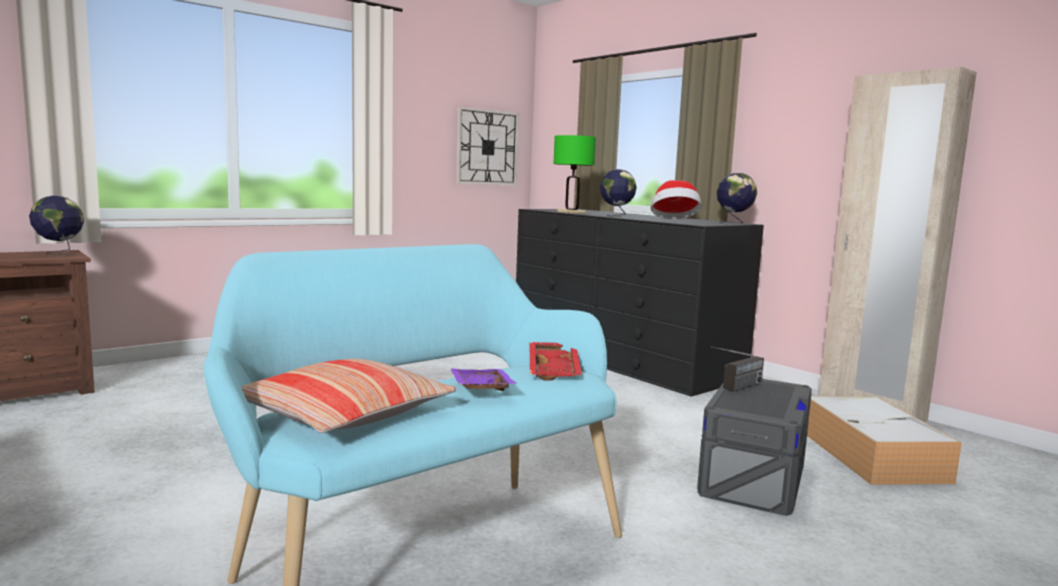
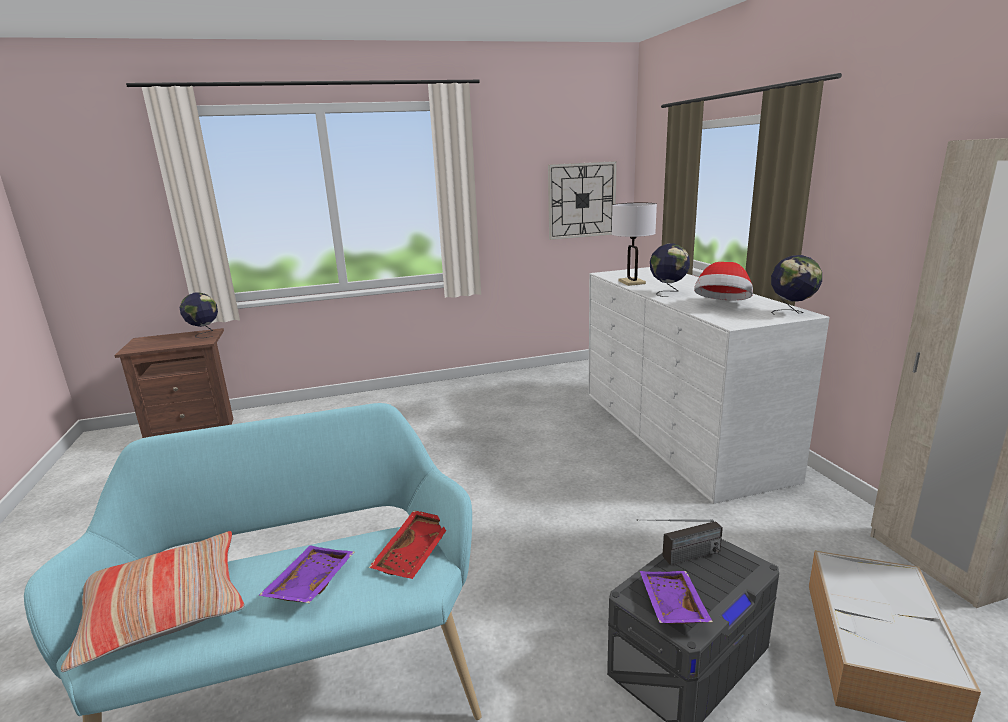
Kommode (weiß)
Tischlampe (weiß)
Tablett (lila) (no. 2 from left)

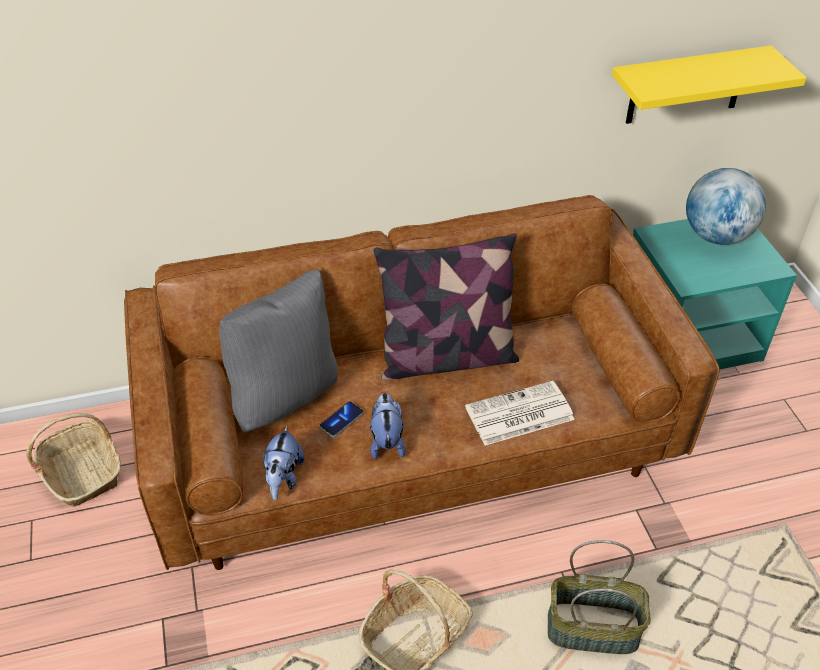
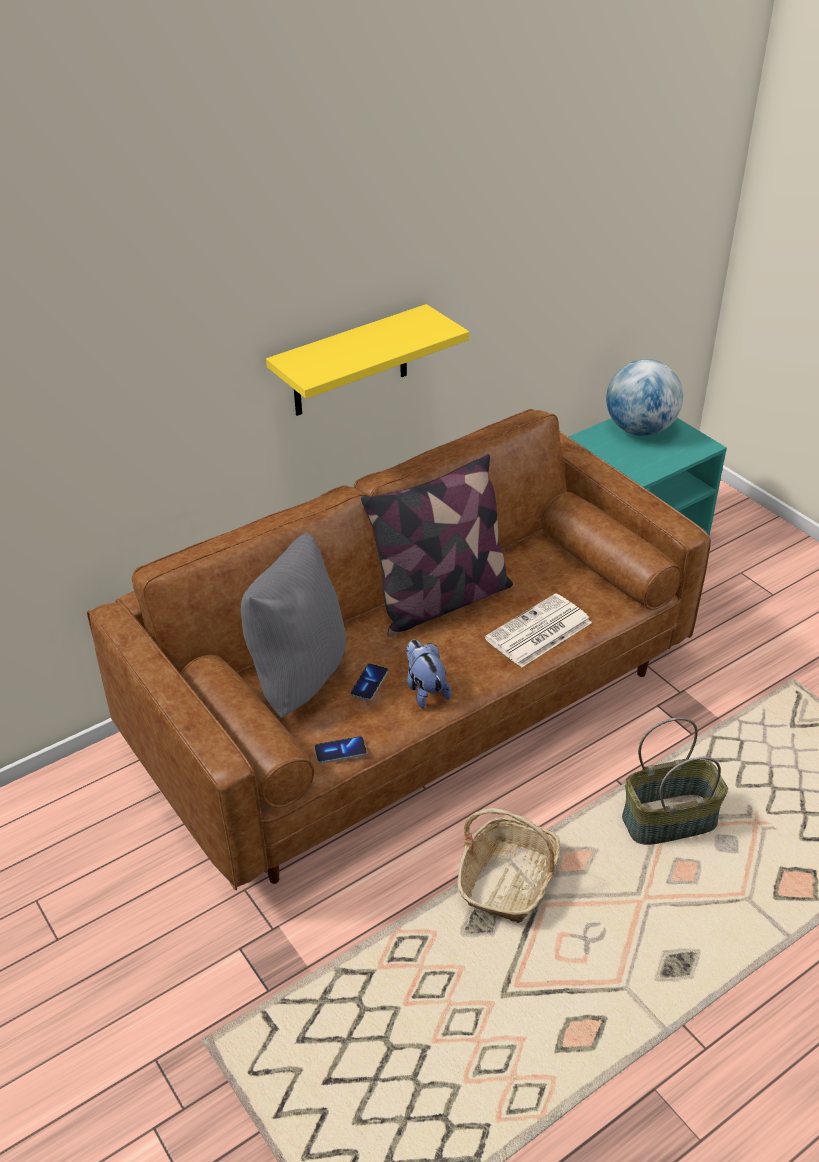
Wandregal (gelb)
Handy (no. 1 from left)
Korb (no. 1 from left in the first image)

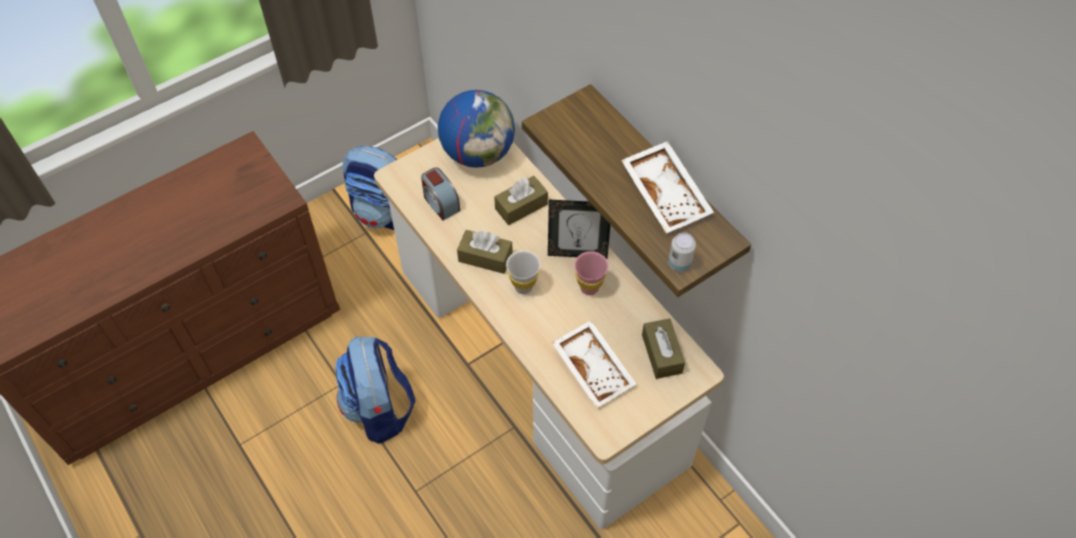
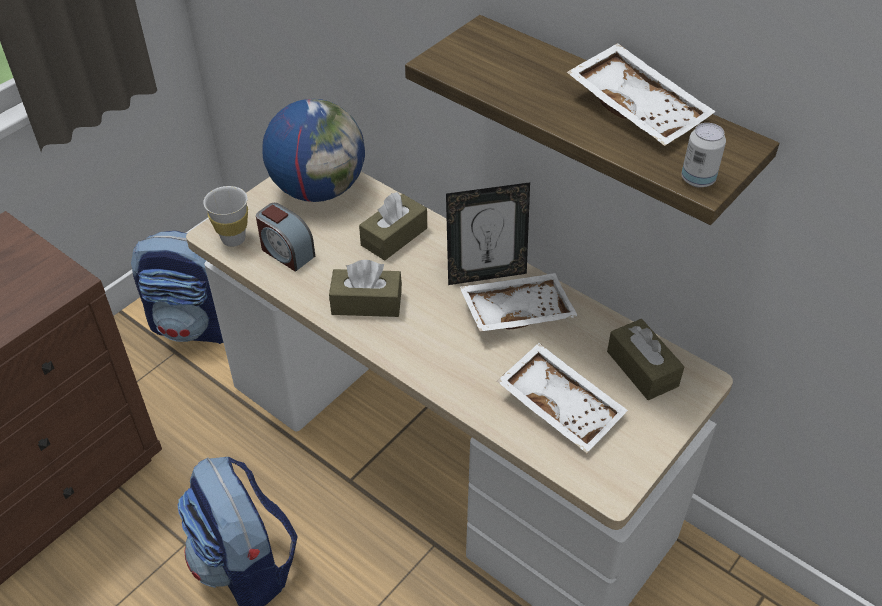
Tasse (weiß)
Tablett (weiß) (no. 1 from left)

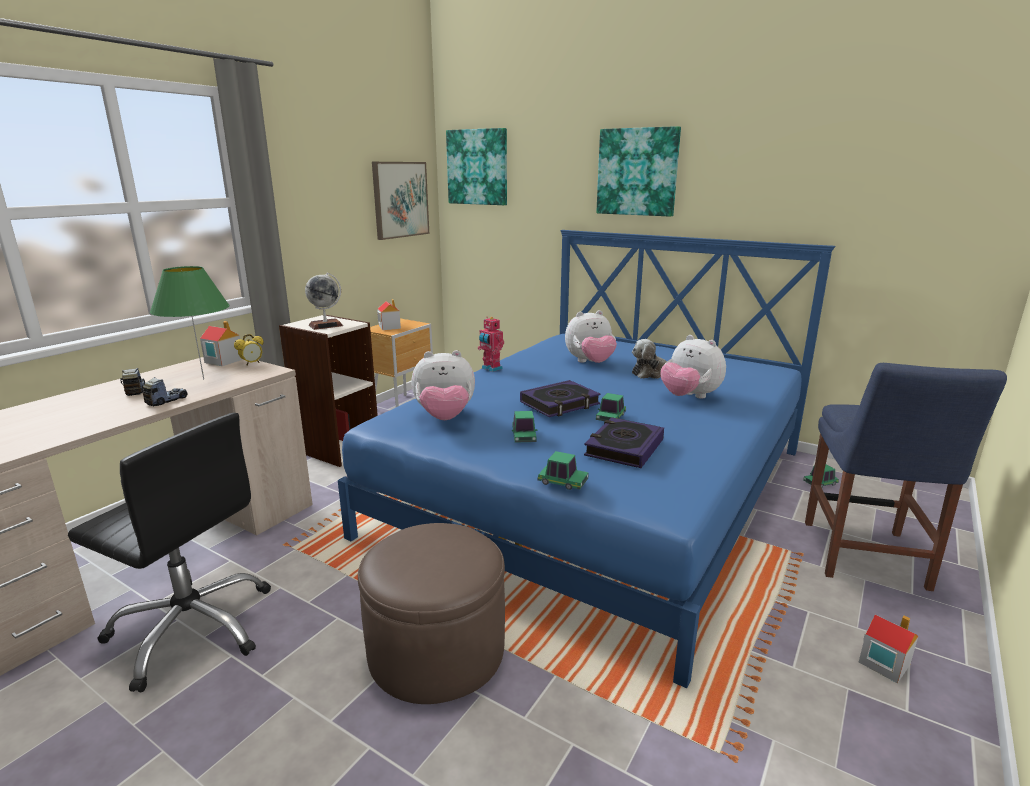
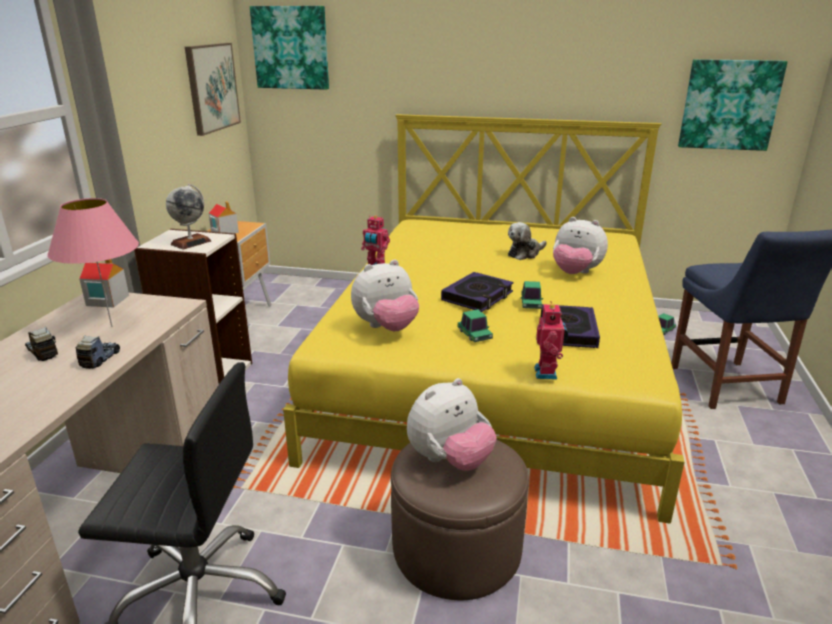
Tischlampe (rosa)
Bett (gelb)
Plüschtier (no. 2 from left)
Spielzeugroboter (no. 2 from left)
Bild (no. 3 from left)
Wecker
Spielzeughaus (no. 3 from left in the first image)

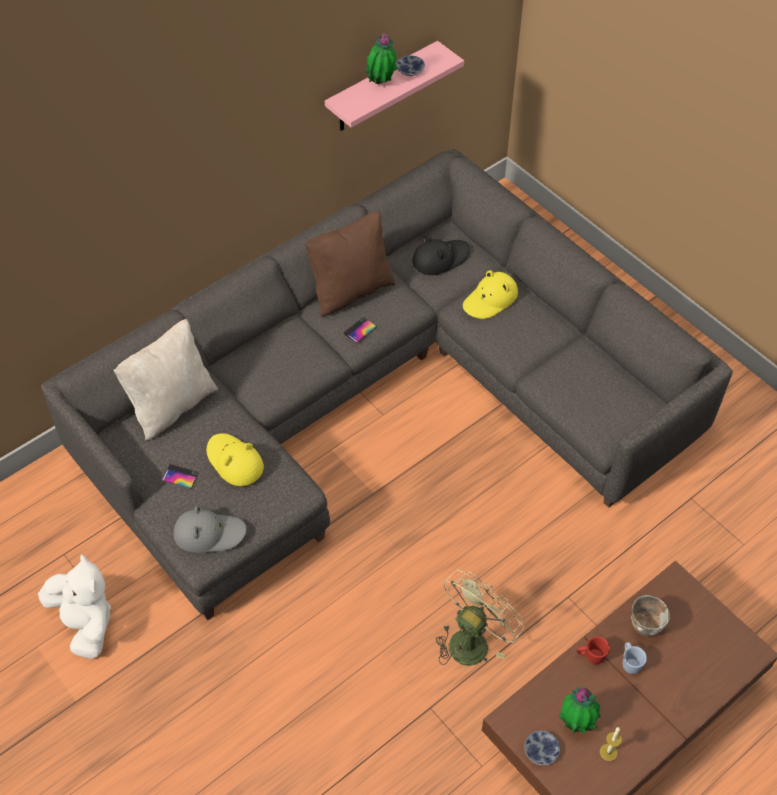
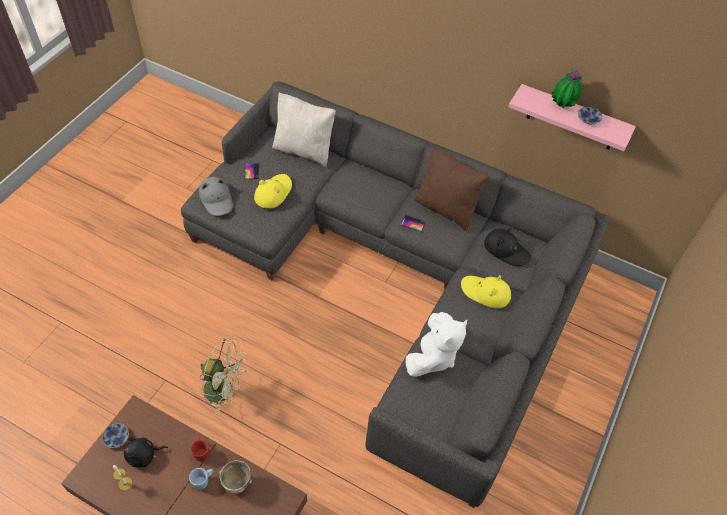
Plüschtier (schwarz)
Plüschtier (weiß)

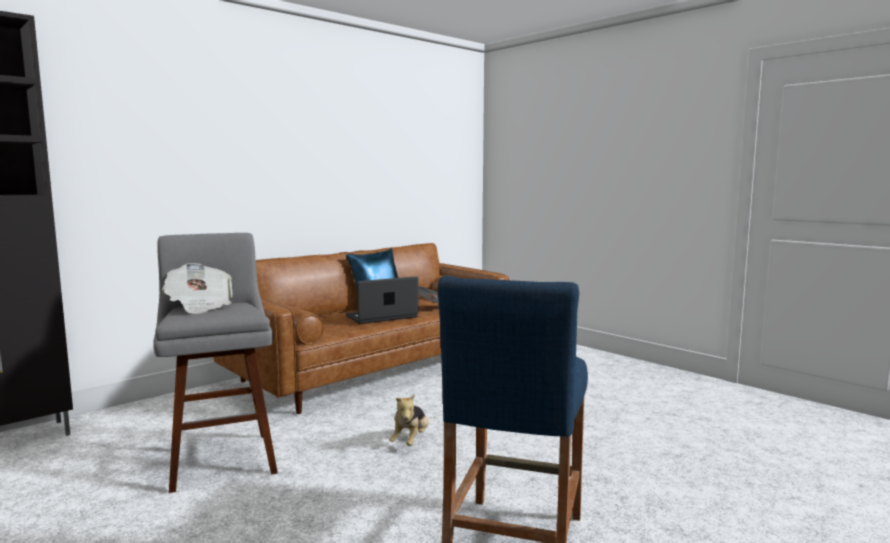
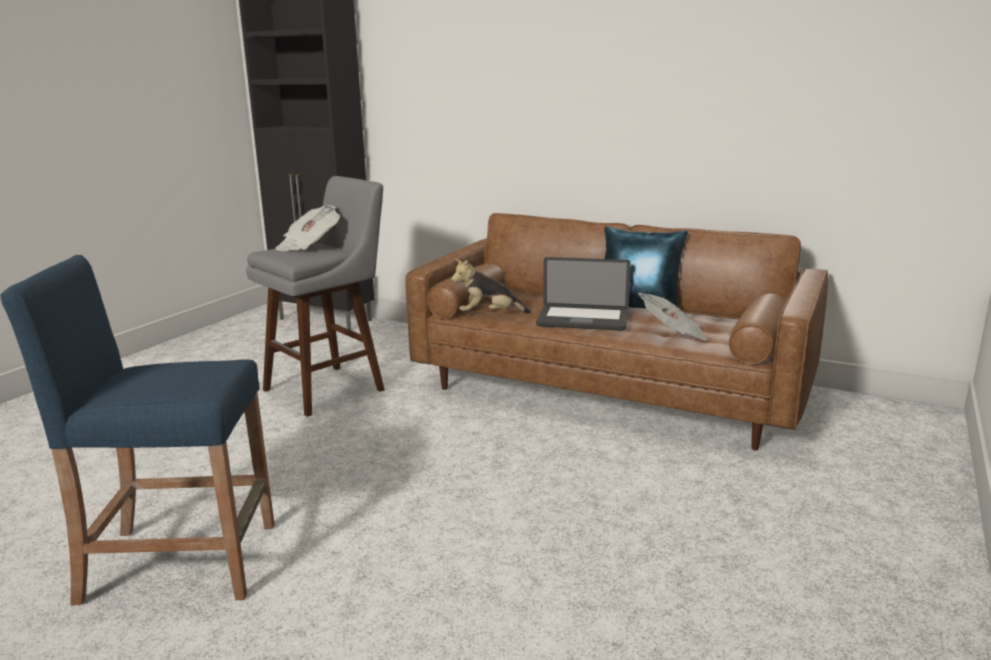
Plüschtier
Laptop

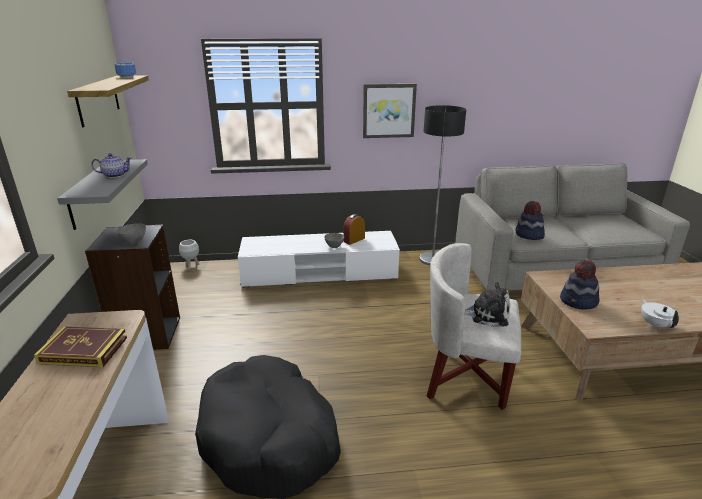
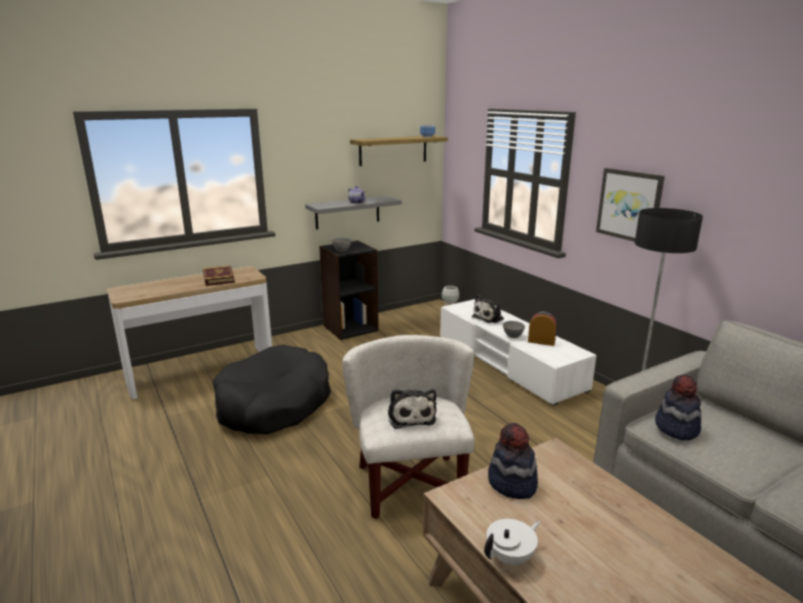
Plüschtier (no. 2 from left)

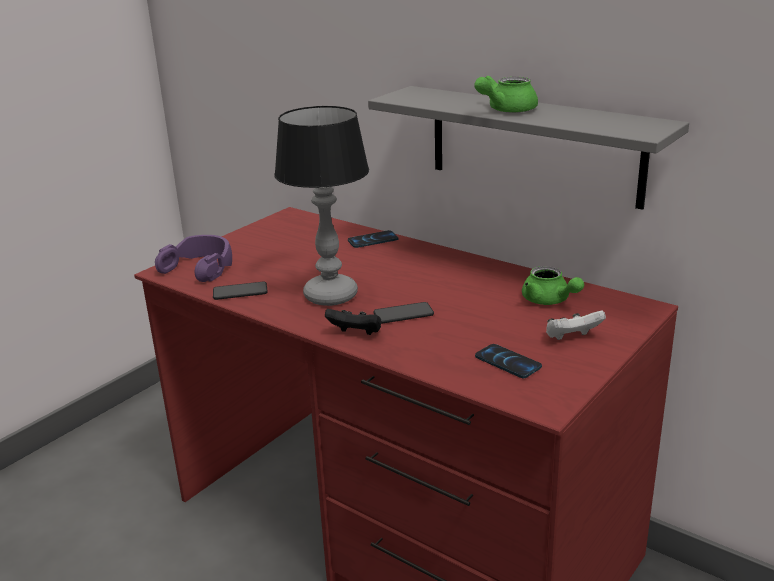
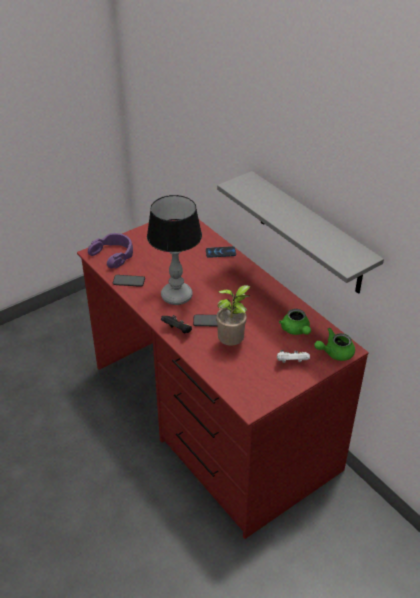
Topfpflanze
Teekanne (grün) (no. 2 from left)
Handy (no. 4 from left in the first image)

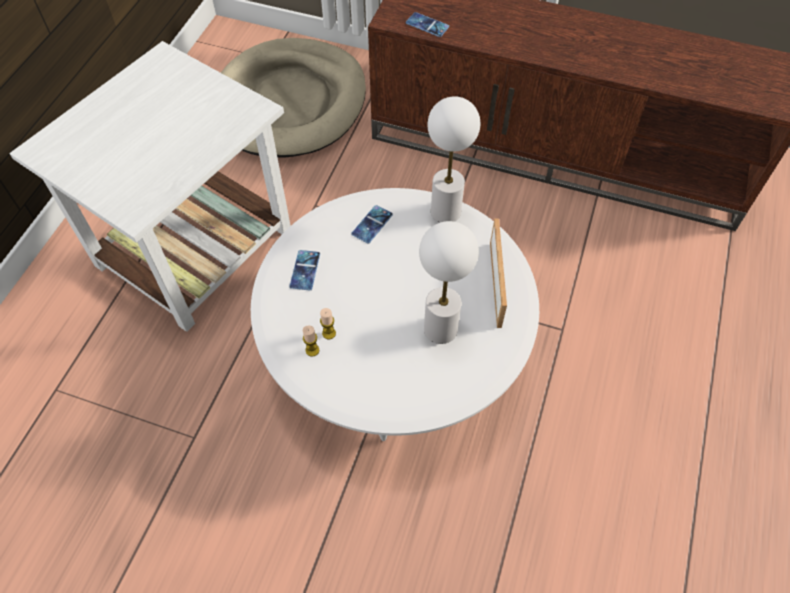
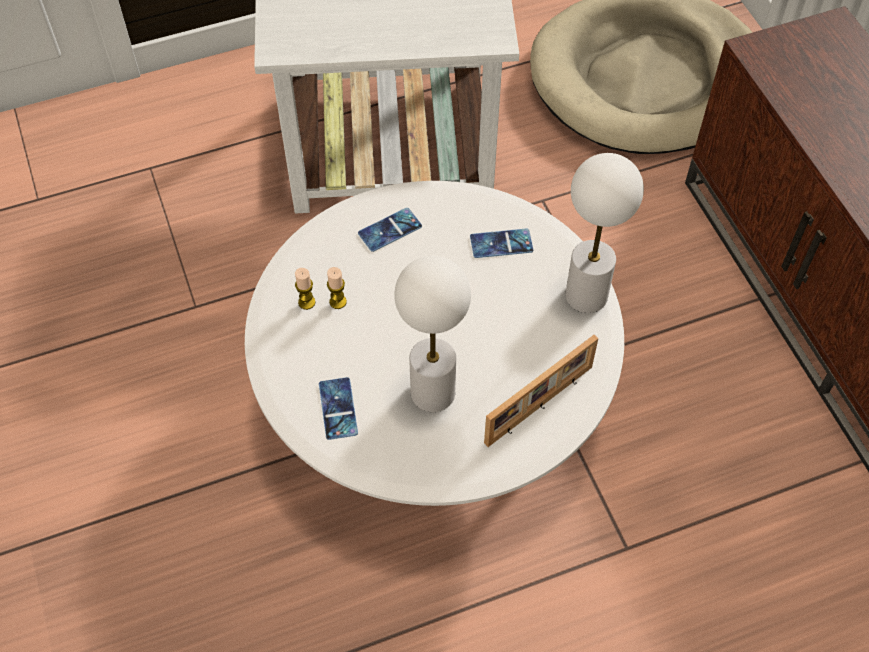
Handy (no. 1 from left)

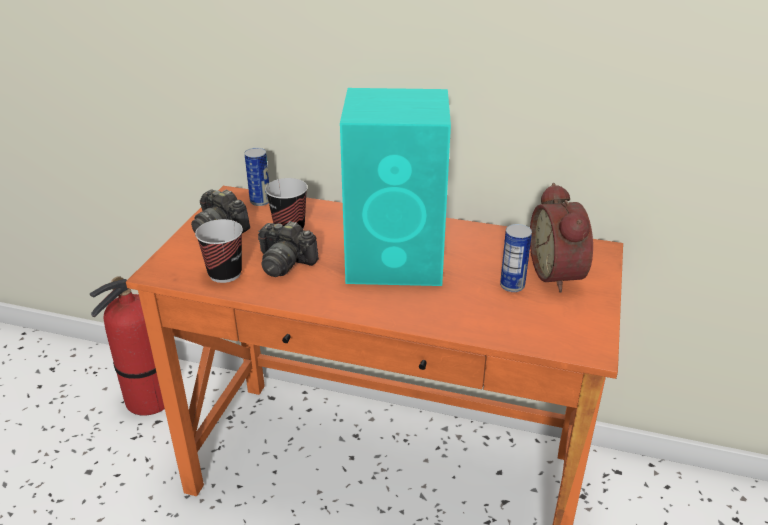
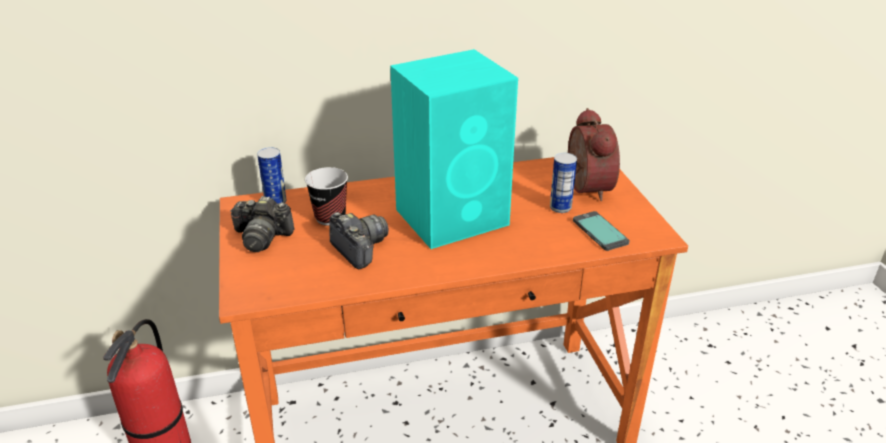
Kamera (no. 2 from left)
Wecker
Handy
Tasse (no. 1 from left in the first image)

